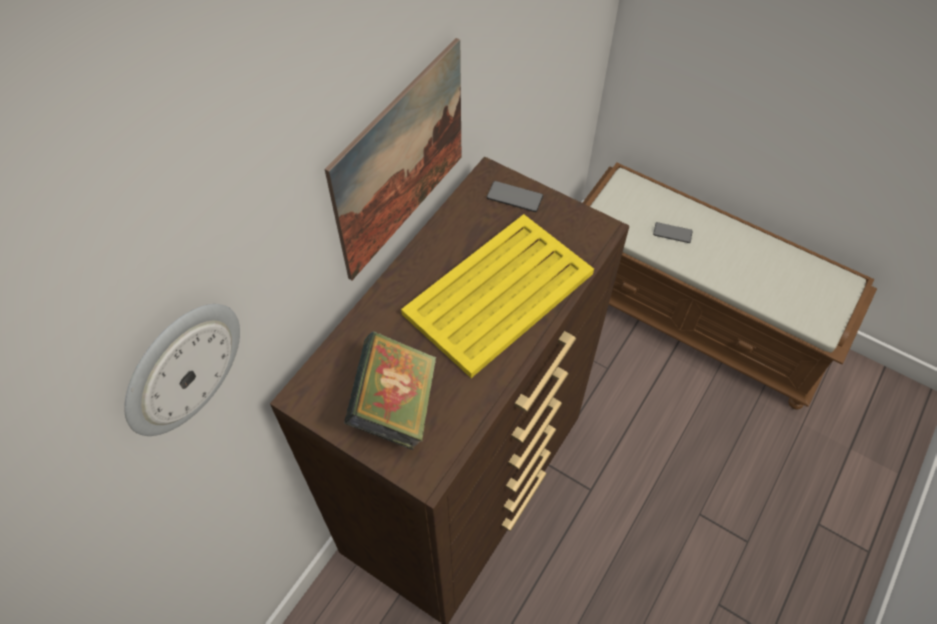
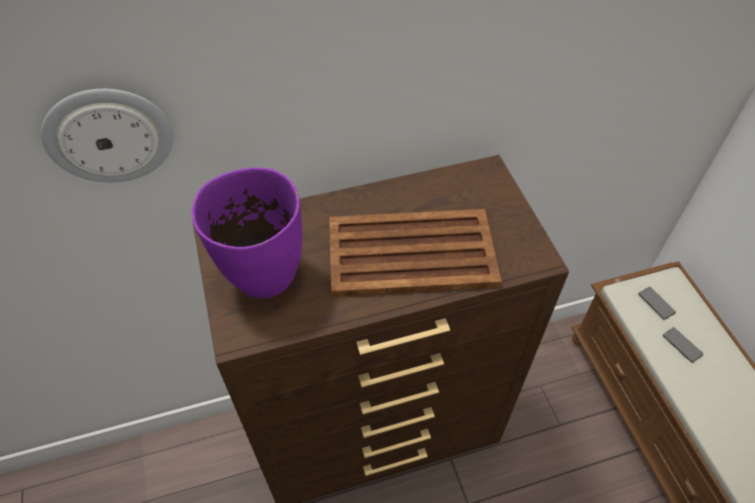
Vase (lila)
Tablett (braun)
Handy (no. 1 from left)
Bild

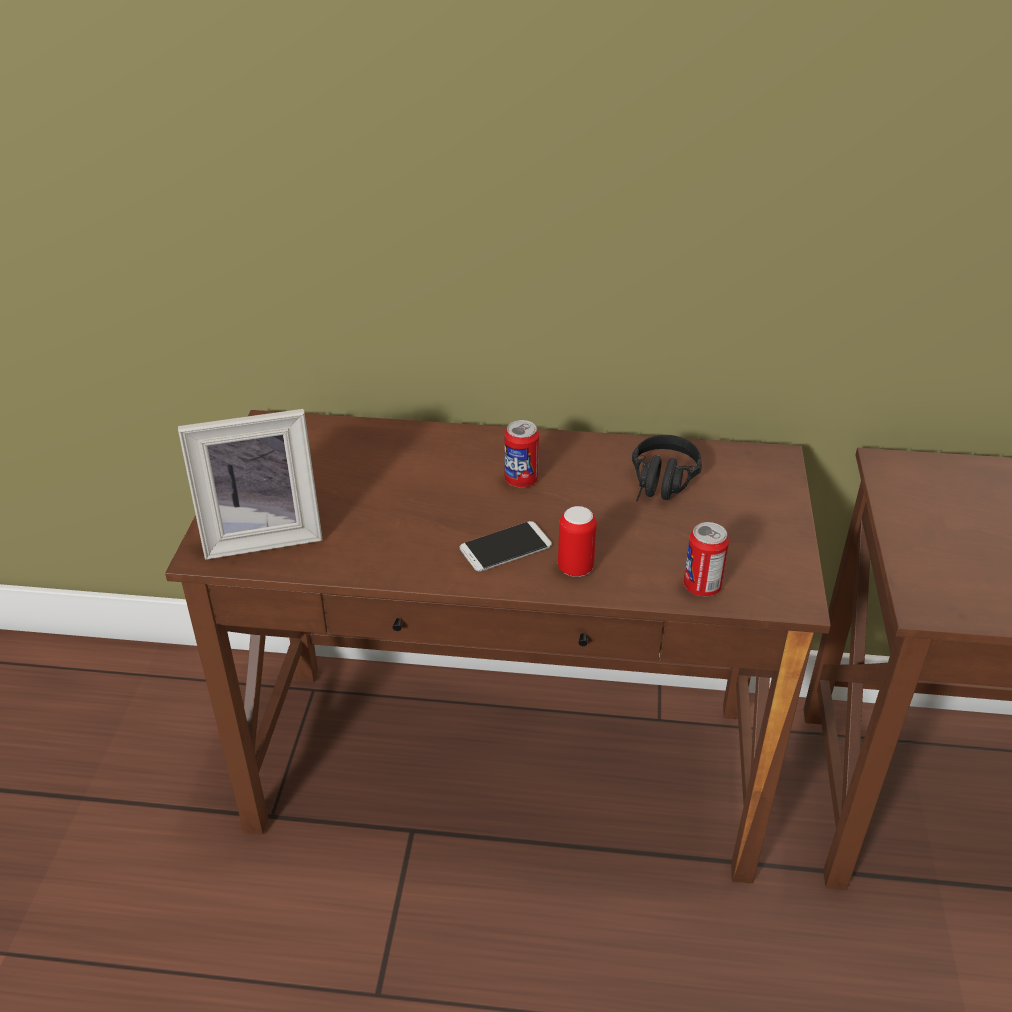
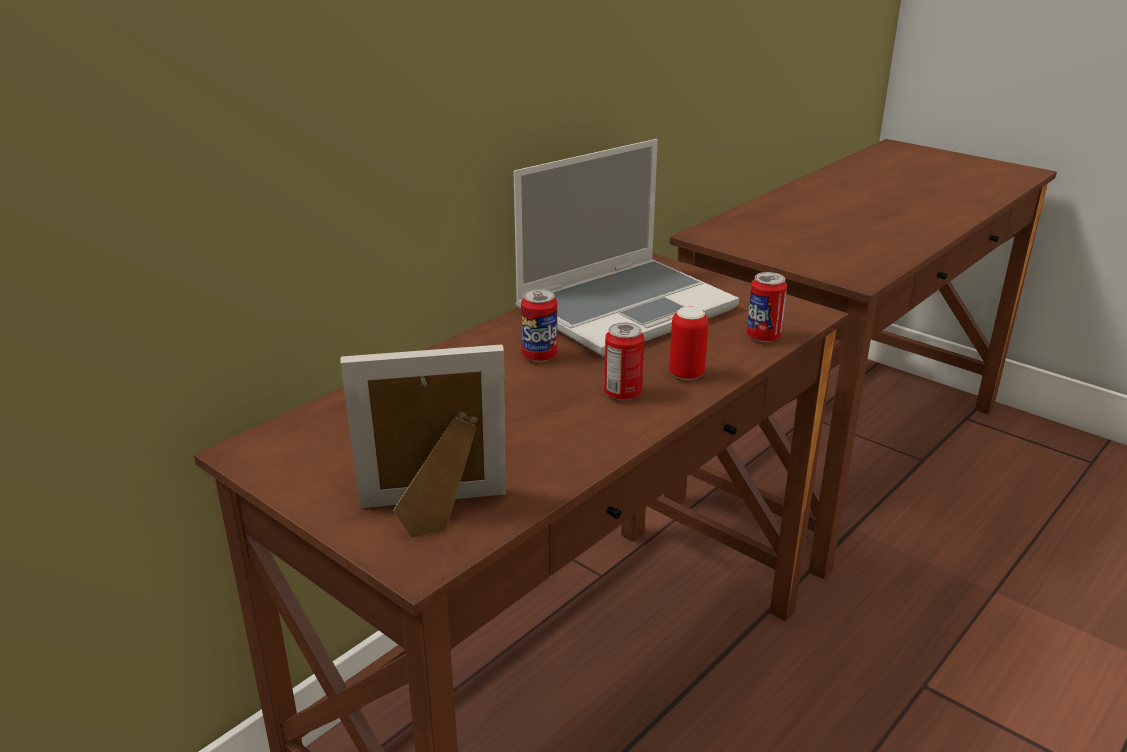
Bilderrahmen
Laptop
Dose (no. 2 from left)

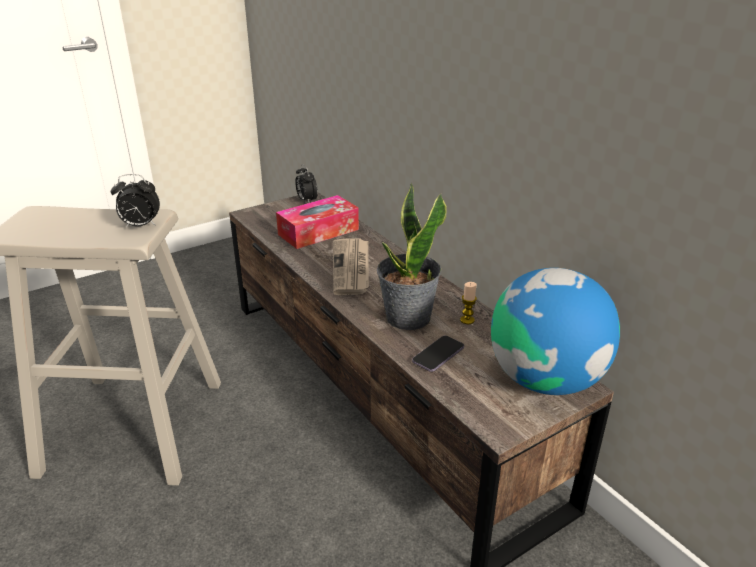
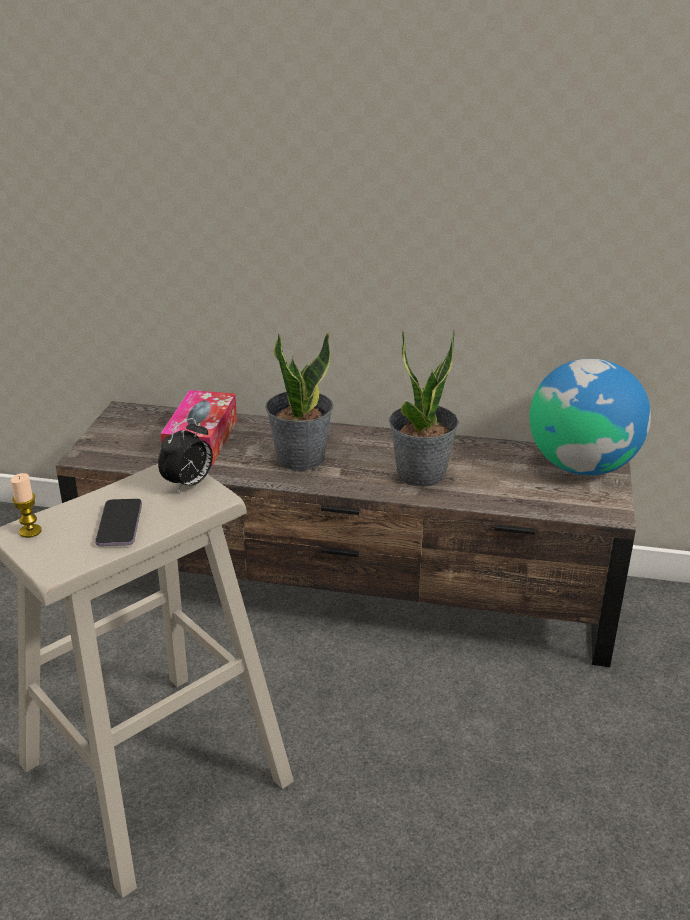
Kerze
Handy
Topfpflanze (no. 1 from left)
Wecker (no. 2 from left in the first image)

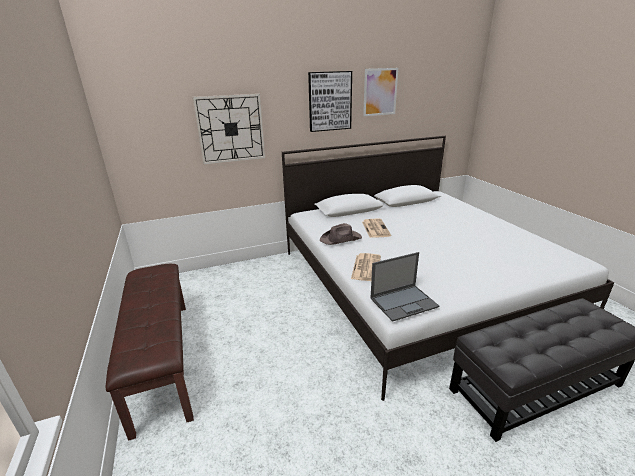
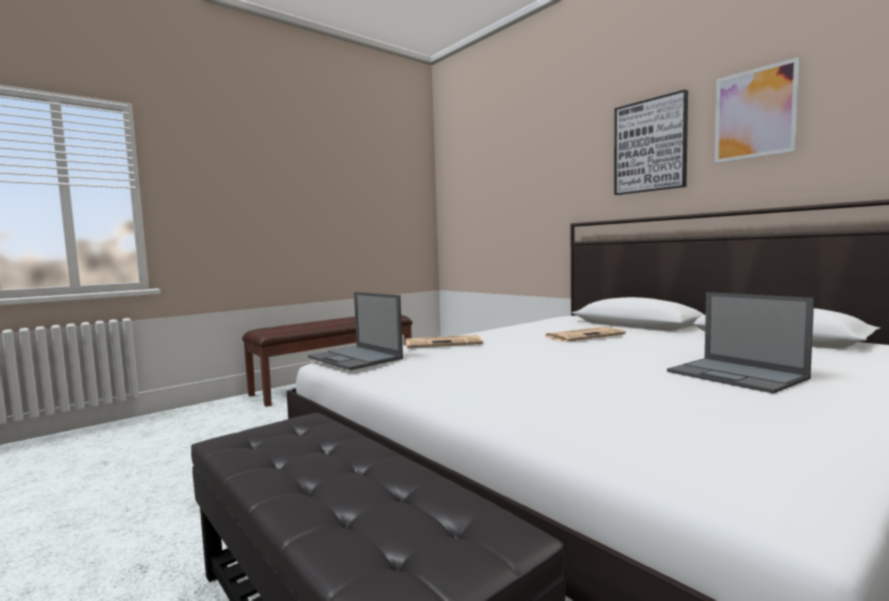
Laptop (no. 2 from left)
Wanduhr
Hut (braun)

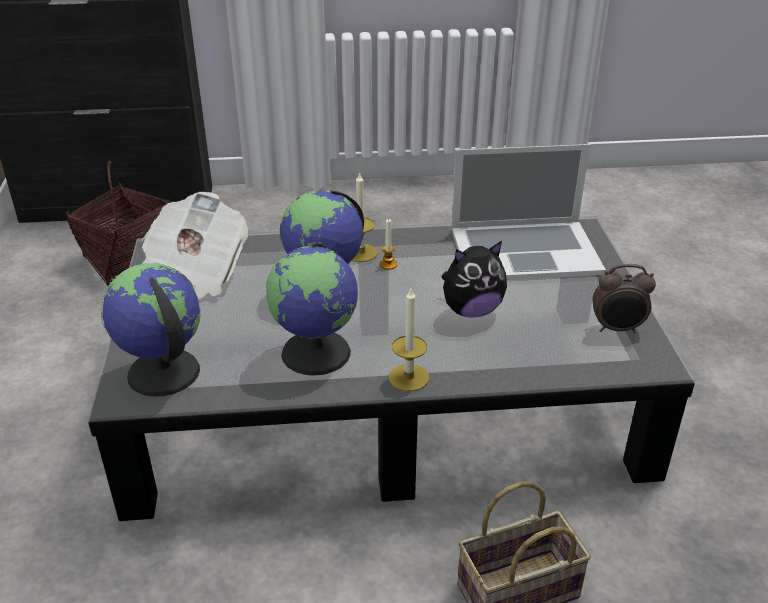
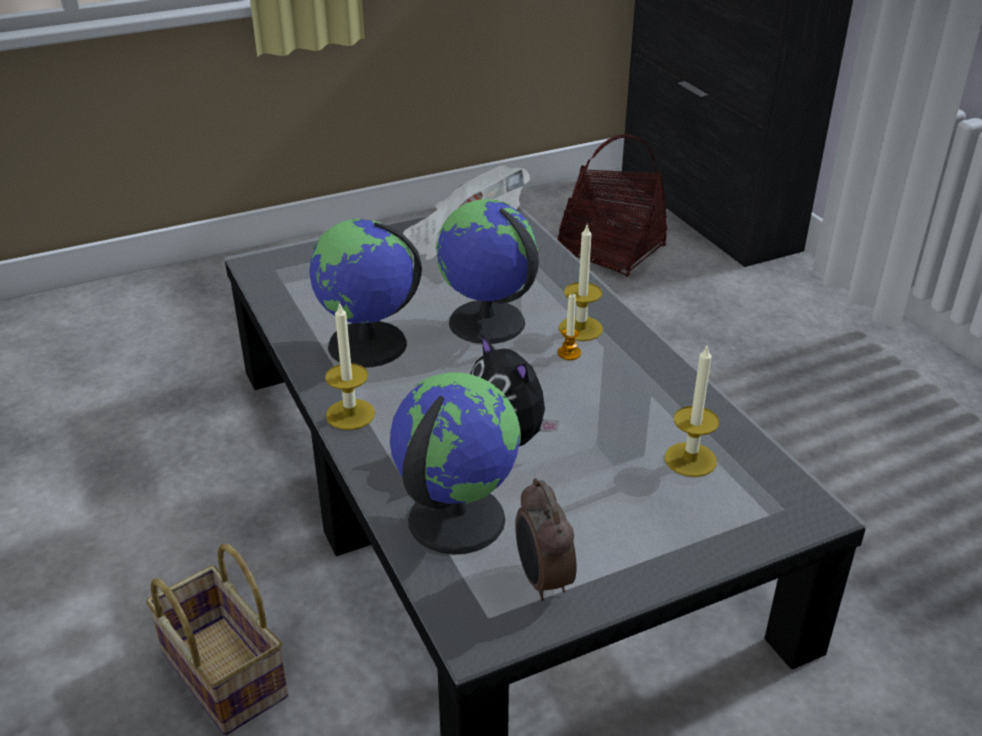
Globus (no. 2 from left)
Kerze (no. 4 from left)

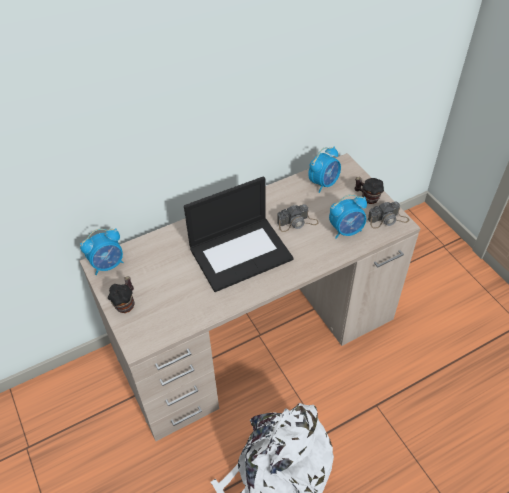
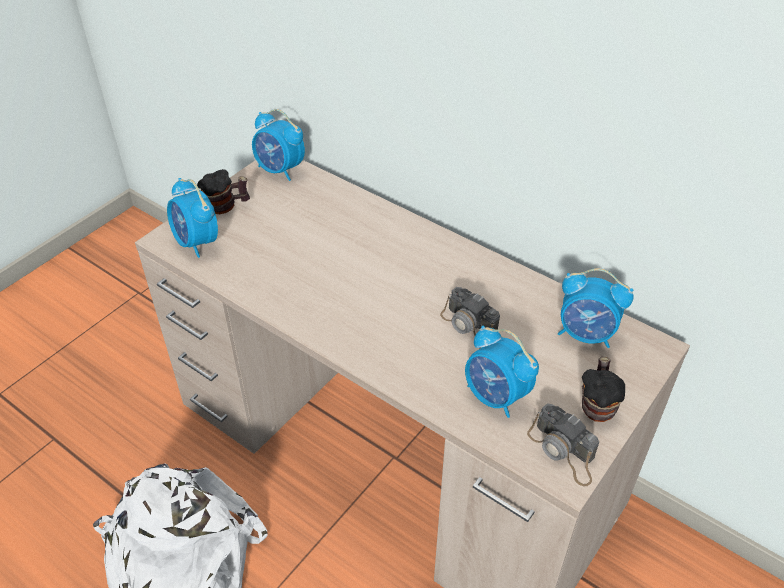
Wecker (no. 1 from left)
Laptop

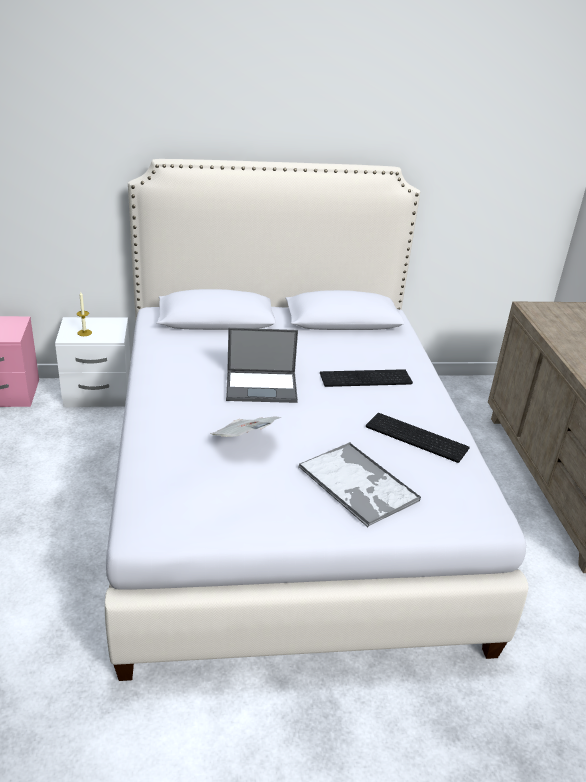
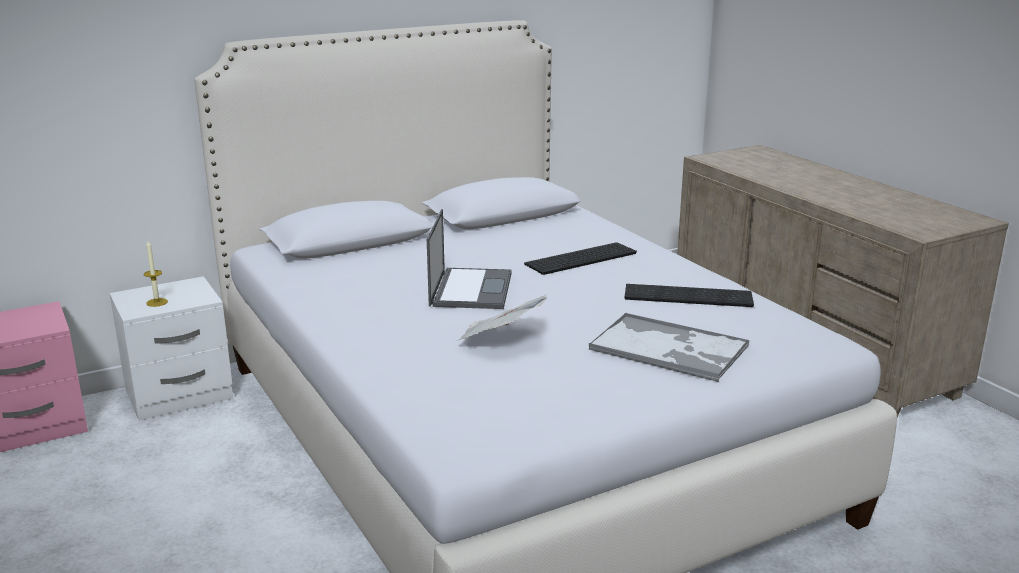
Laptop

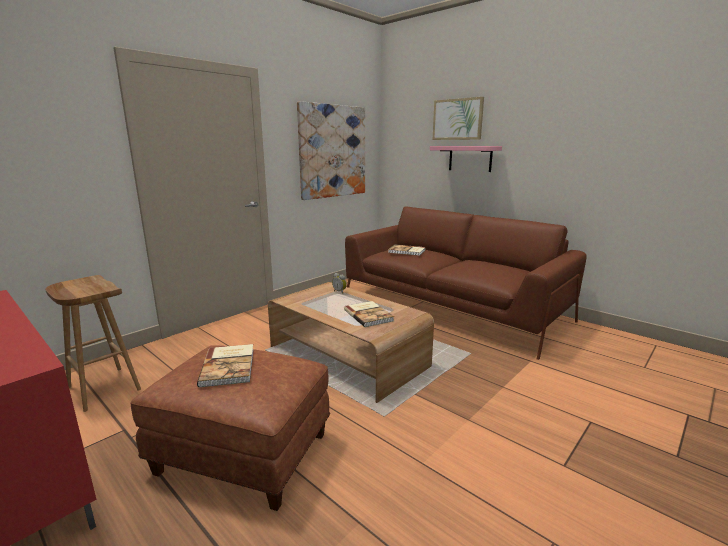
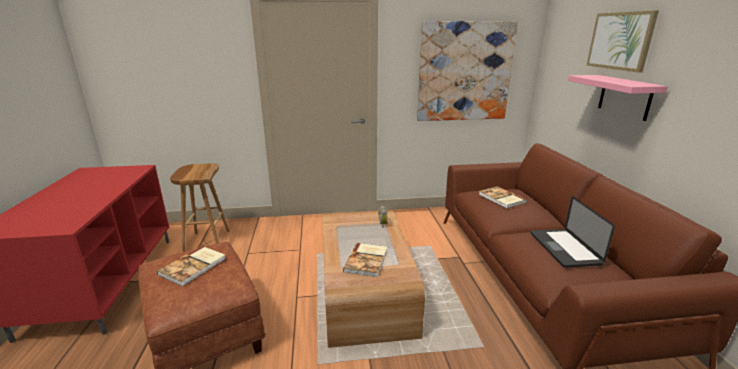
Laptop

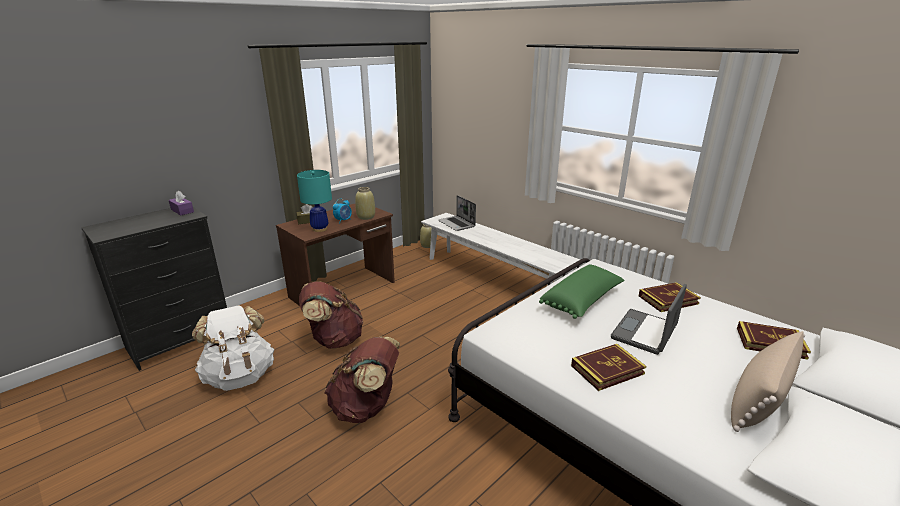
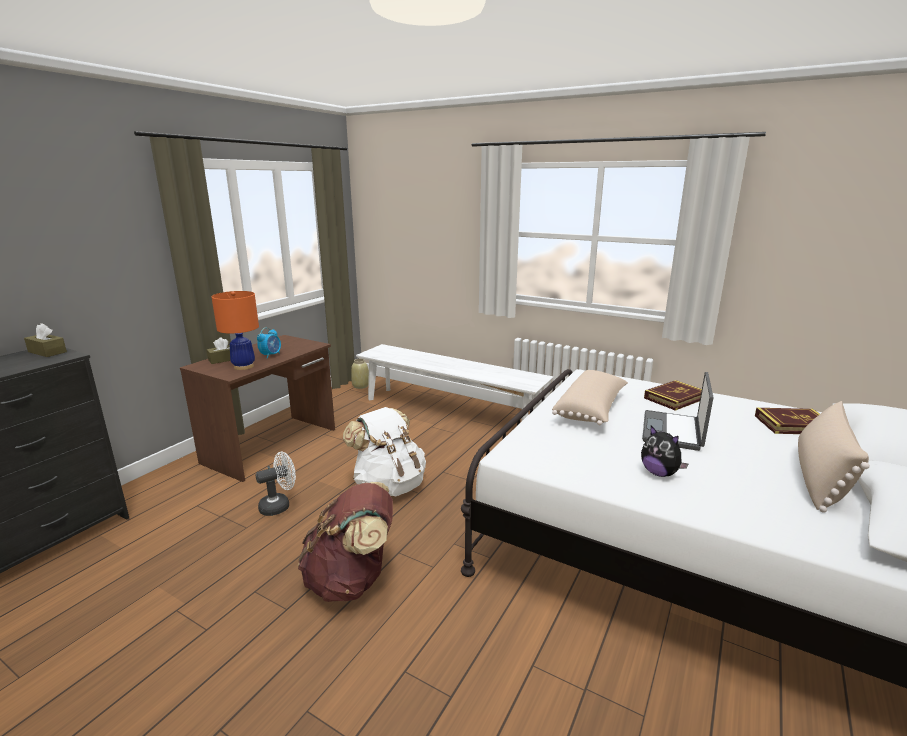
Taschentuchbox (braun) (no. 1 from left)
Tischlampe (orange)
Ventilator (weiß)
Rucksack (weiß)
Kissen (beige) (no. 1 from left)
Plüschtier
Vase (beige) (no. 1 from left in the first image)
Laptop (no. 1 from left in the first image)

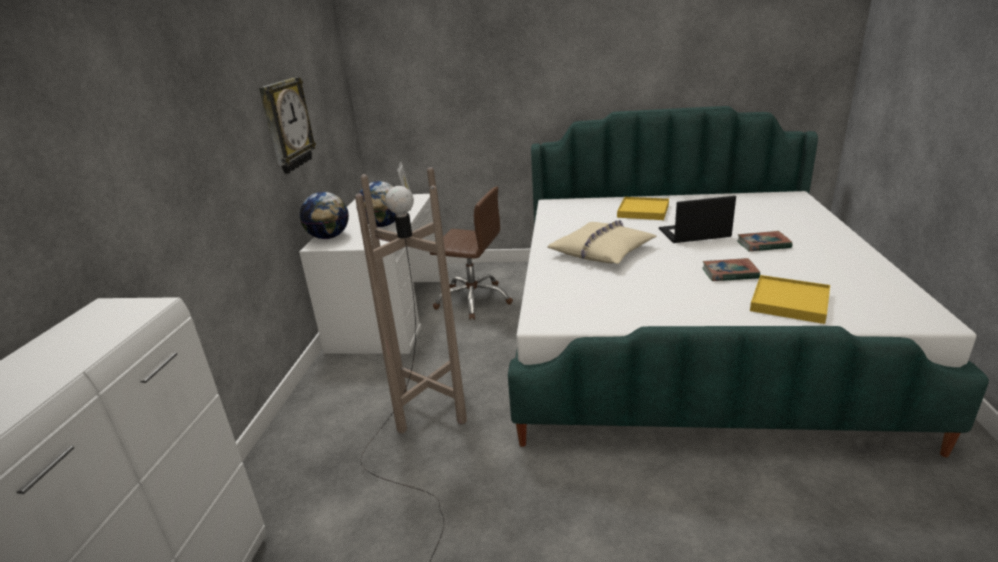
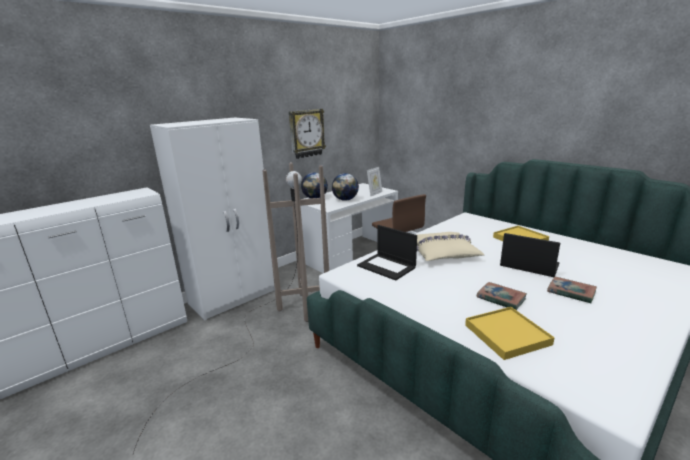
Kleiderschrank (weiß)
Laptop (no. 1 from left)

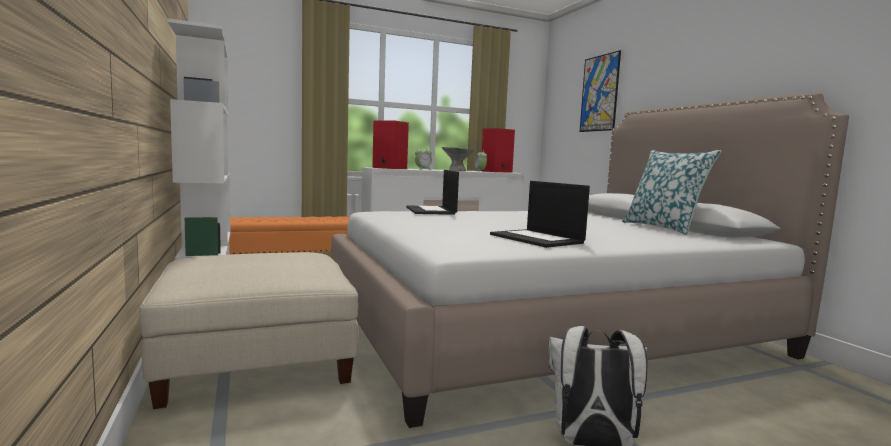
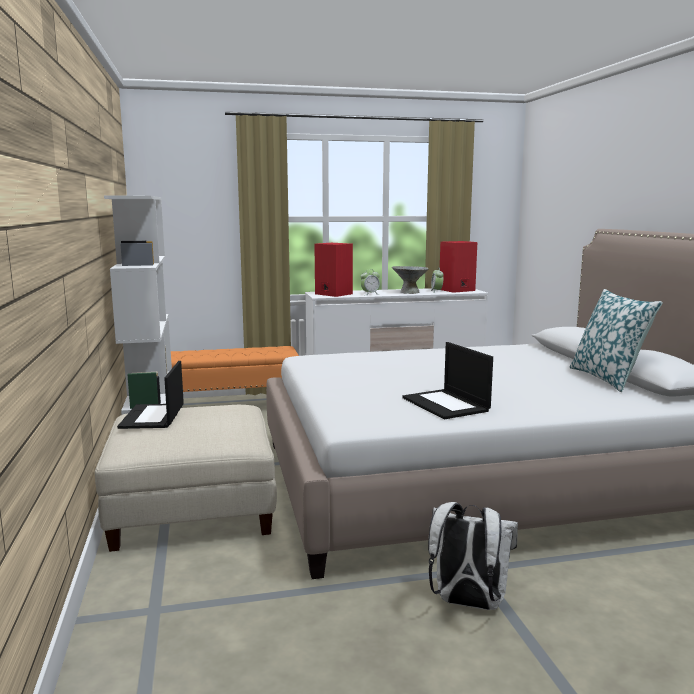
Laptop (no. 1 from left)
Bild

